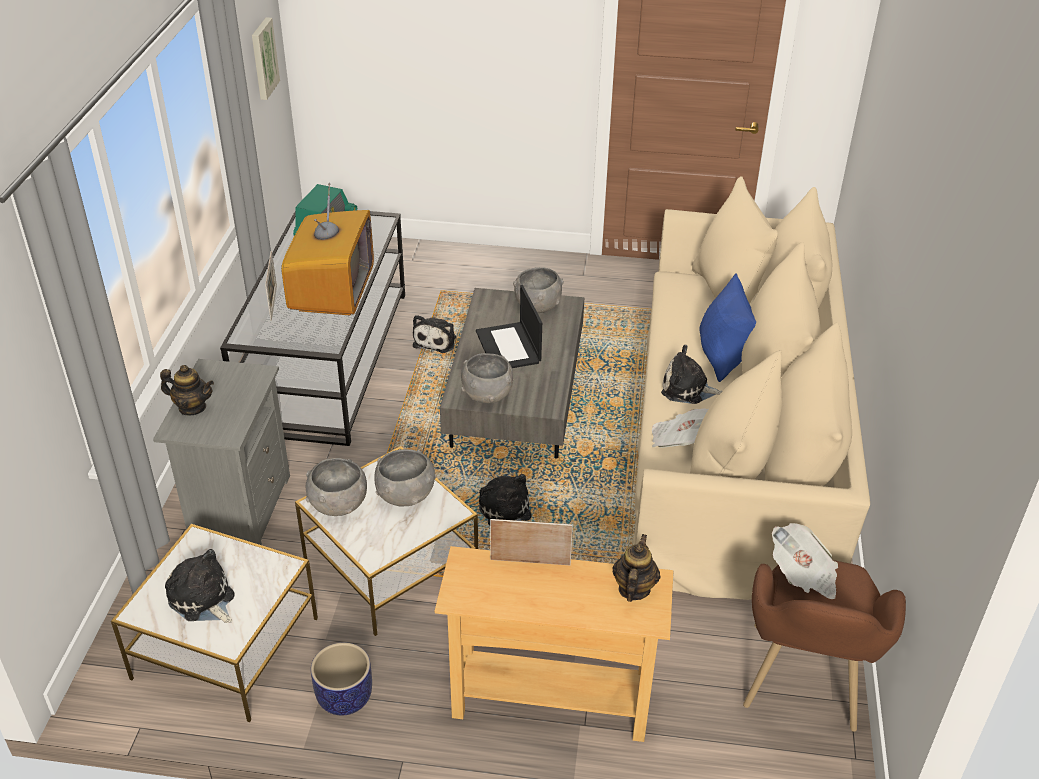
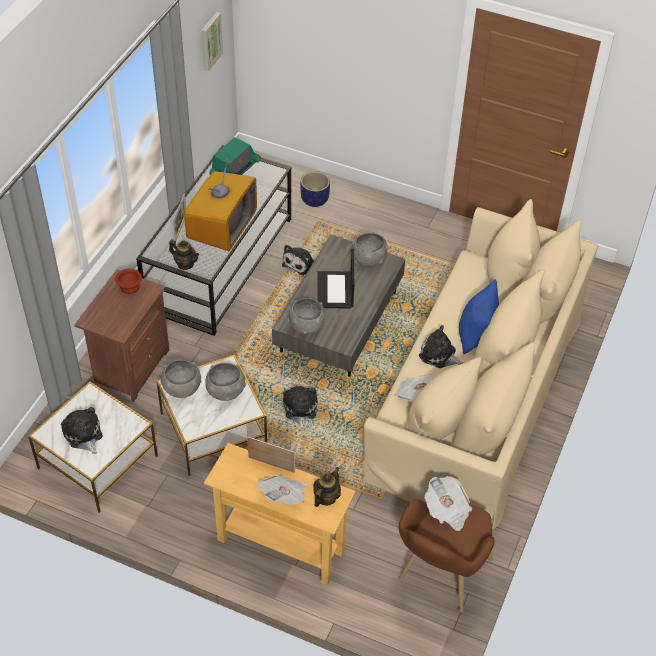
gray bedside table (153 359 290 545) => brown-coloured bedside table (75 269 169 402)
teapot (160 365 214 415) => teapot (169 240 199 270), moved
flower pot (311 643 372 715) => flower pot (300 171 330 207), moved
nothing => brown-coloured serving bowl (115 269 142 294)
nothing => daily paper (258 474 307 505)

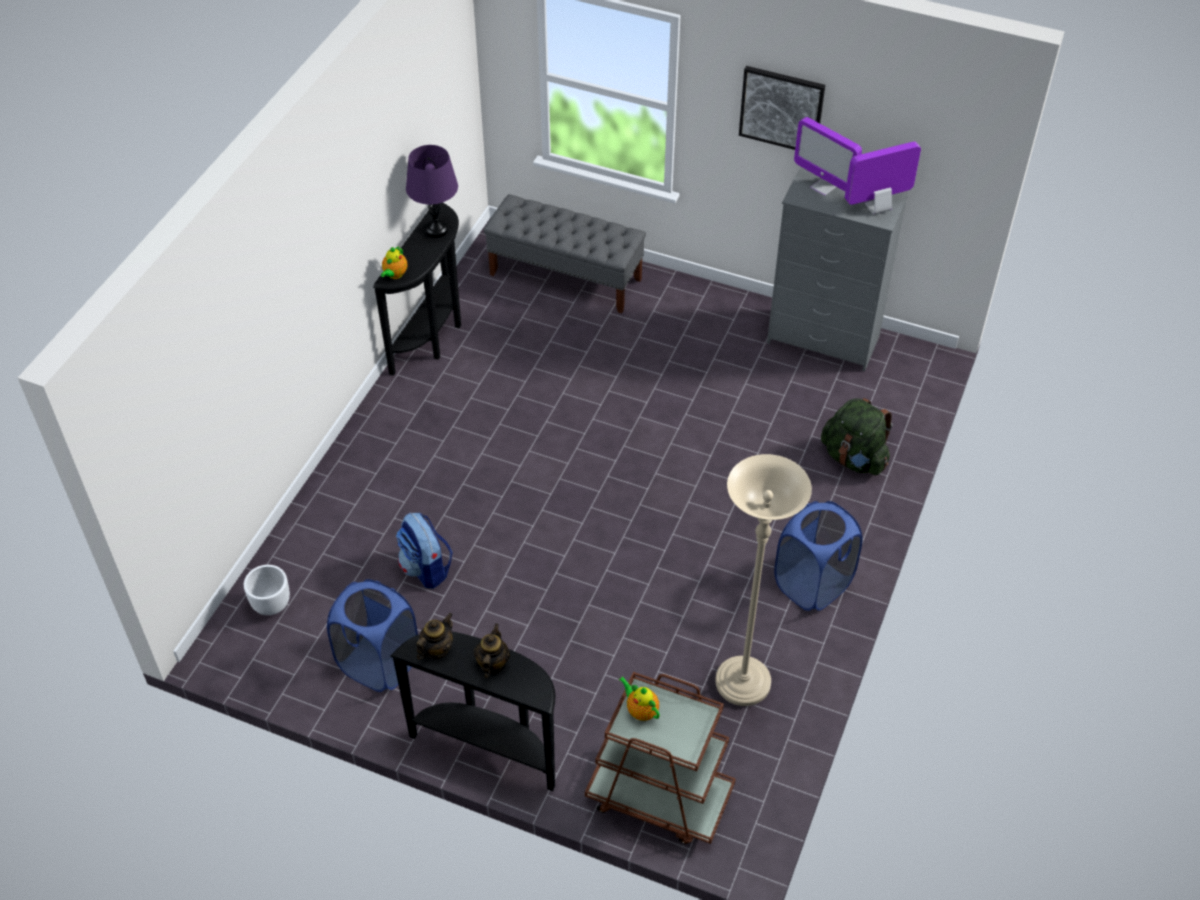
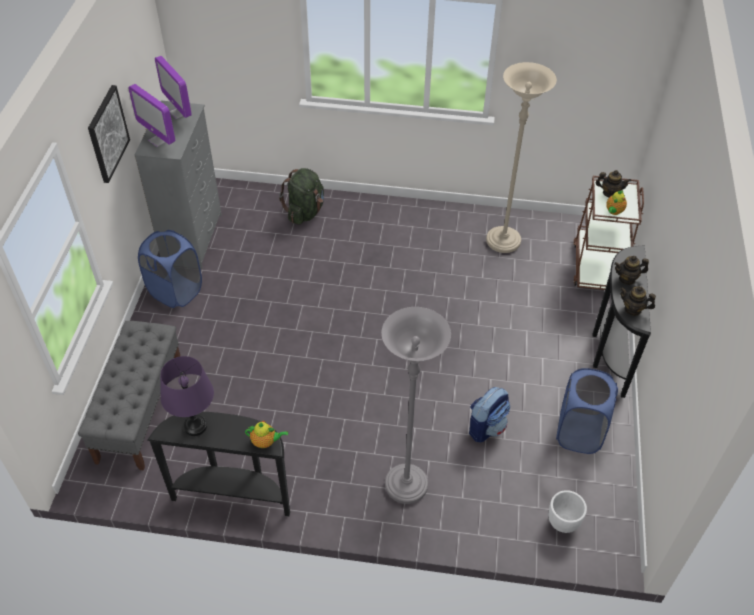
computer display (794 117 862 196) => computer display (128 84 175 147), 105 degrees clockwise
blue washing basket (774 501 863 611) => blue washing basket (138 230 202 308), moved
nothing => teapot (595 170 631 198)
nothing => gray standing lamp (381 307 451 504)

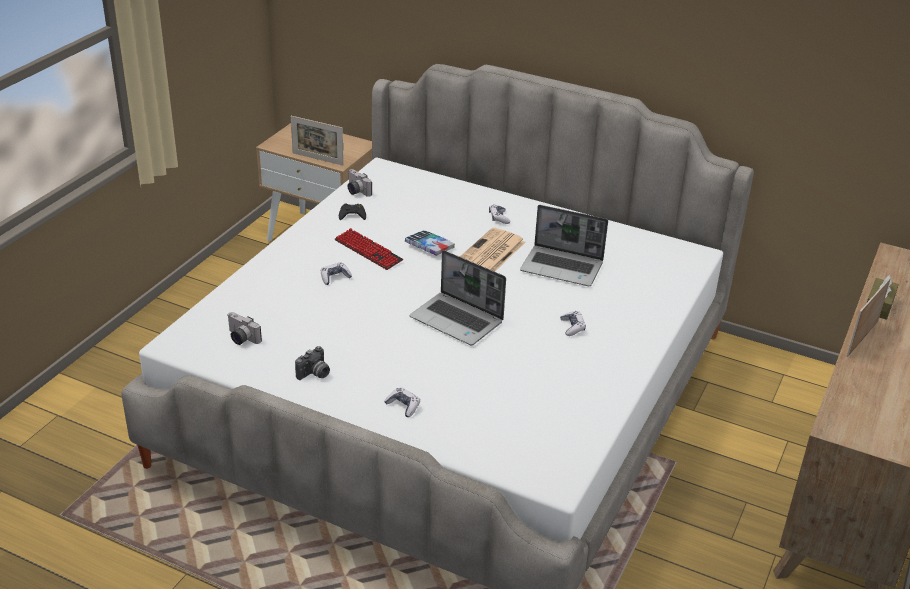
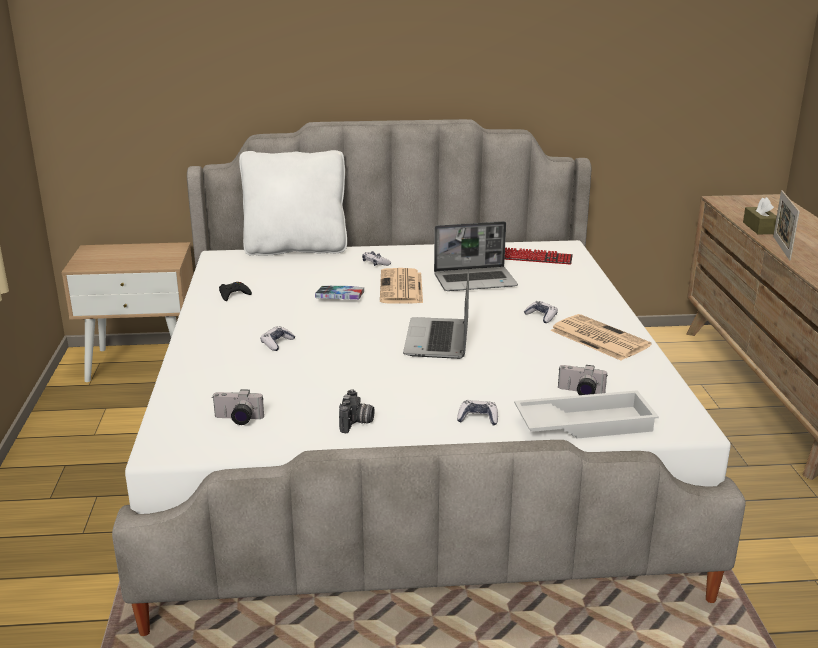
photo frame (291 116 344 165) => nothing
photo camera (348 169 372 197) => photo camera (558 365 607 395), moved
computer keyboard (334 228 403 270) => computer keyboard (505 247 573 265), moved
notebook computer (410 250 506 345) => notebook computer (403 270 469 359), 90 degrees clockwise
nothing => white-coloured pillow (239 150 347 256)
nothing => daily paper (550 314 652 361)
nothing => white-coloured carrying tray (514 390 659 438)

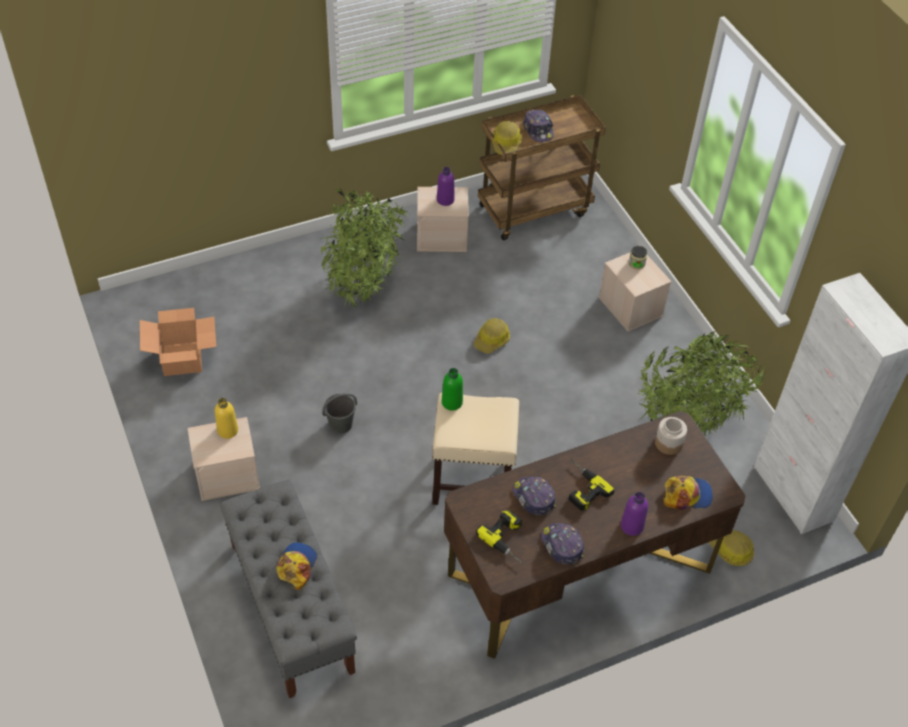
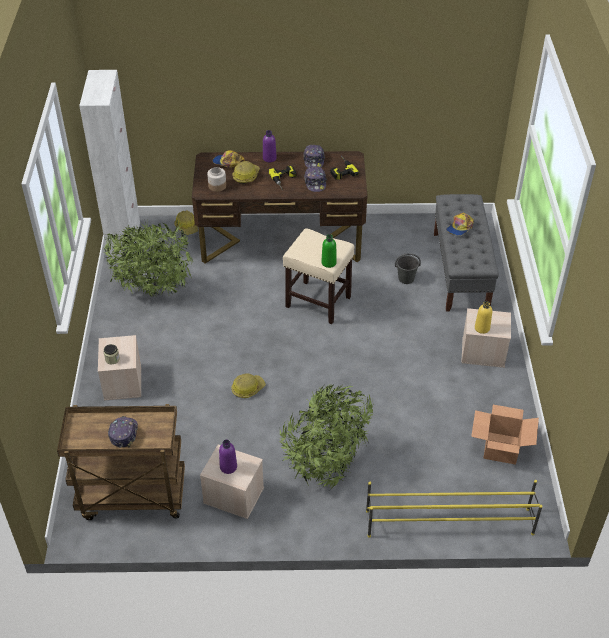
hard hat (492 121 523 155) => hard hat (232 161 260 184), moved
gray water bucket (322 393 357 434) => gray water bucket (395 253 421 284), moved
nothing => yellow-coloured shoe rack (366 480 543 538)

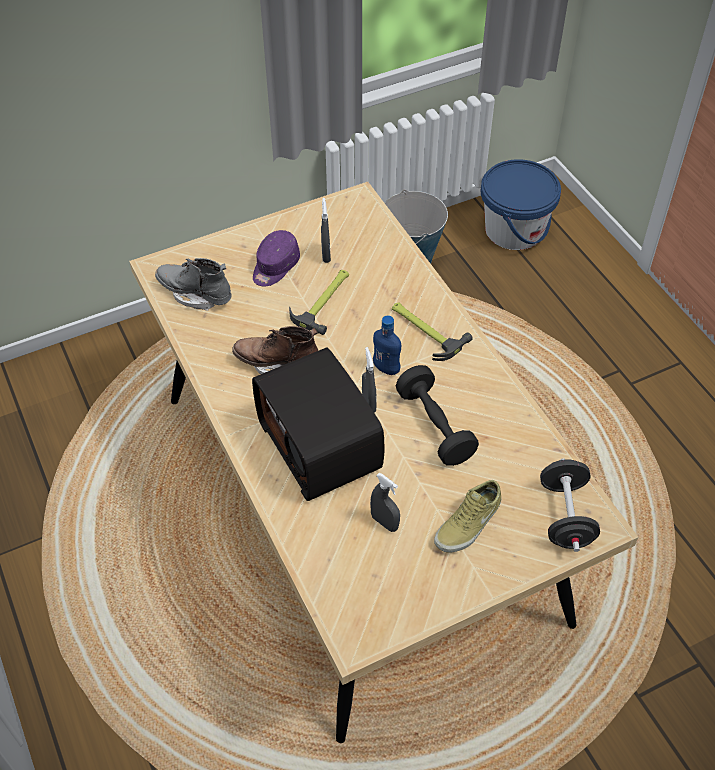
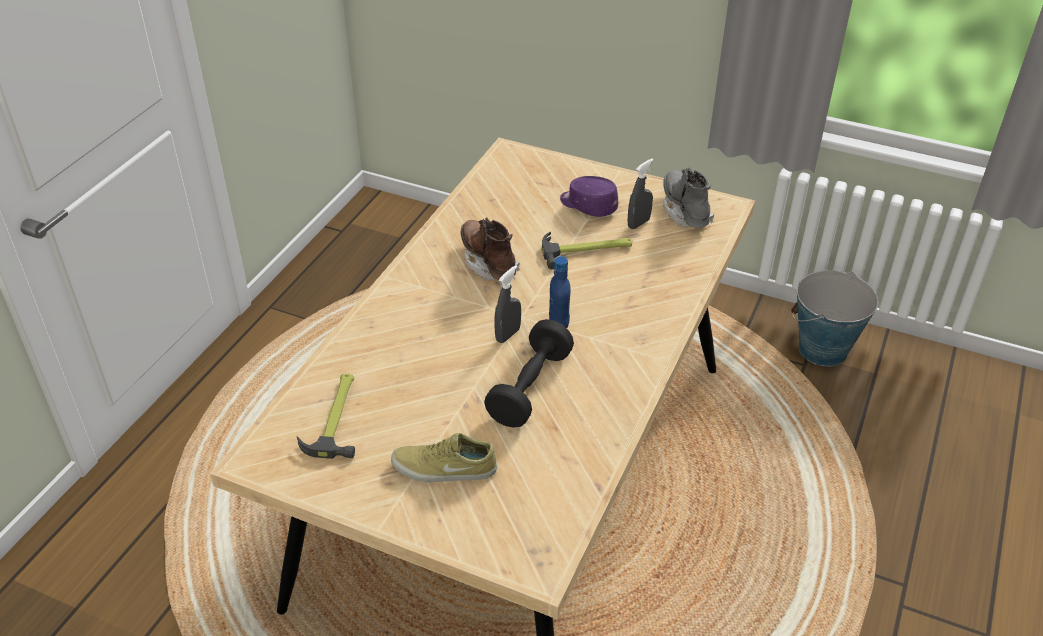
blue water bucket (480 159 561 250) => nothing
purple cap (253 230 300 287) => purple cap (560 176 618 217), 45 degrees clockwise
gray tall boot (155 258 232 311) => gray tall boot (663 167 714 228), moved
hand hammer (392 302 473 361) => hand hammer (297 374 355 459), moved
radio (252 347 384 501) => nothing
black-coloured dumbbell (540 458 600 552) => nothing
gray sprayer (370 473 400 532) => nothing

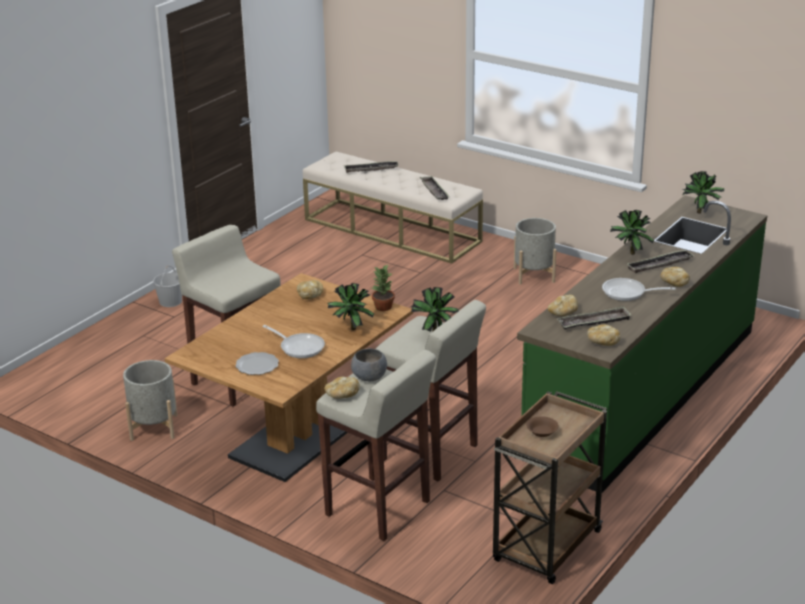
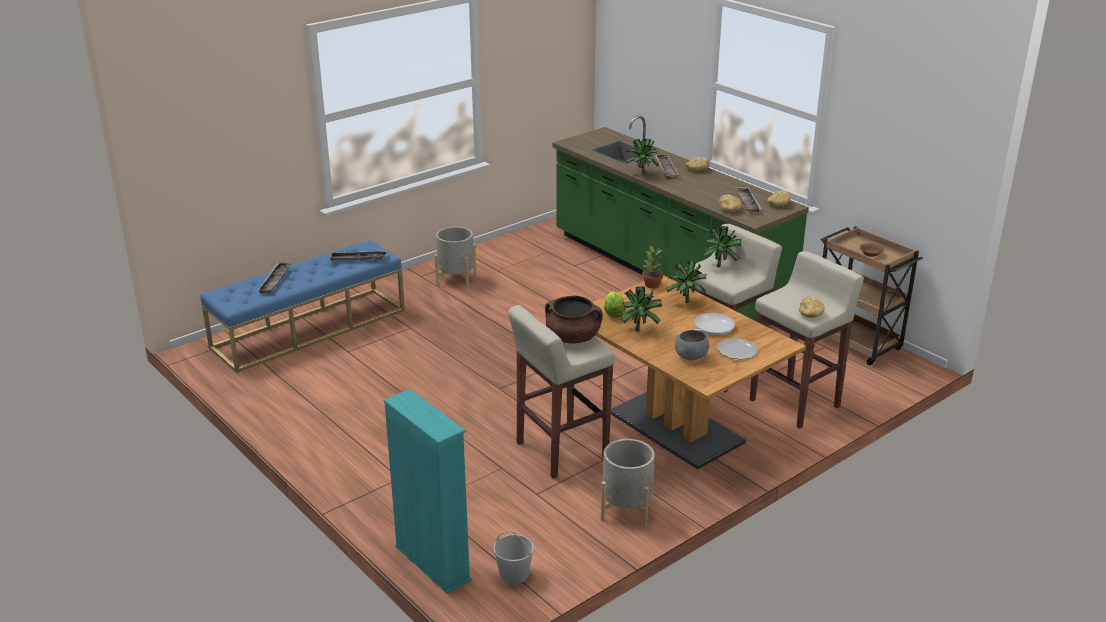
beige-coloured bench (303 151 483 264) => blue bench (201 240 405 373)
potted plant (682 171 724 214) => potted plant (620 286 662 332), moved
white-coloured water bucket (153 265 182 307) => white-coloured water bucket (493 531 534 584), moved
skillet (602 278 675 301) => nothing
bread (297 280 323 299) => lettuce (604 291 626 318)
gray serving bowl (351 349 387 381) => gray serving bowl (675 330 709 361), moved
nothing => brown-coloured stockpot (545 296 603 344)
nothing => turquoise-coloured bookcase (383 389 472 594)

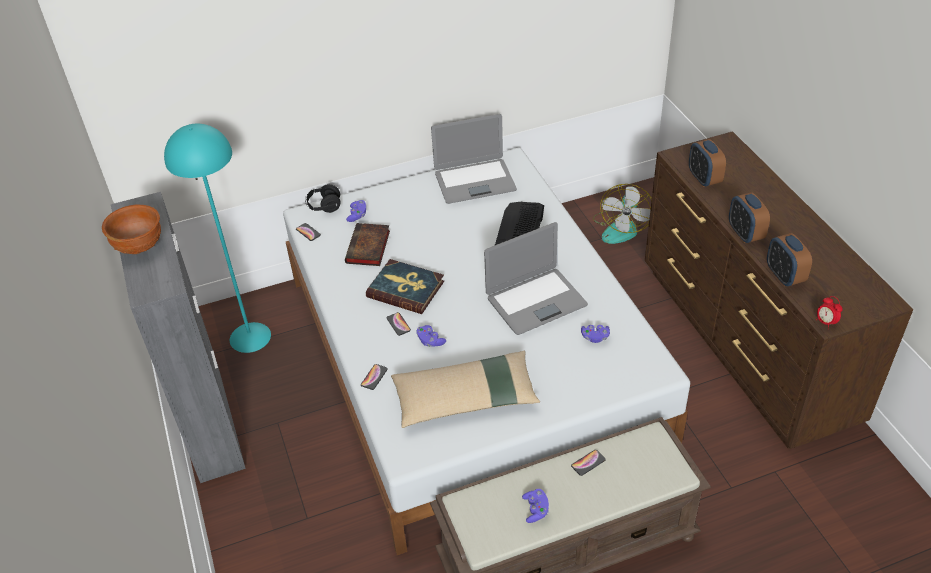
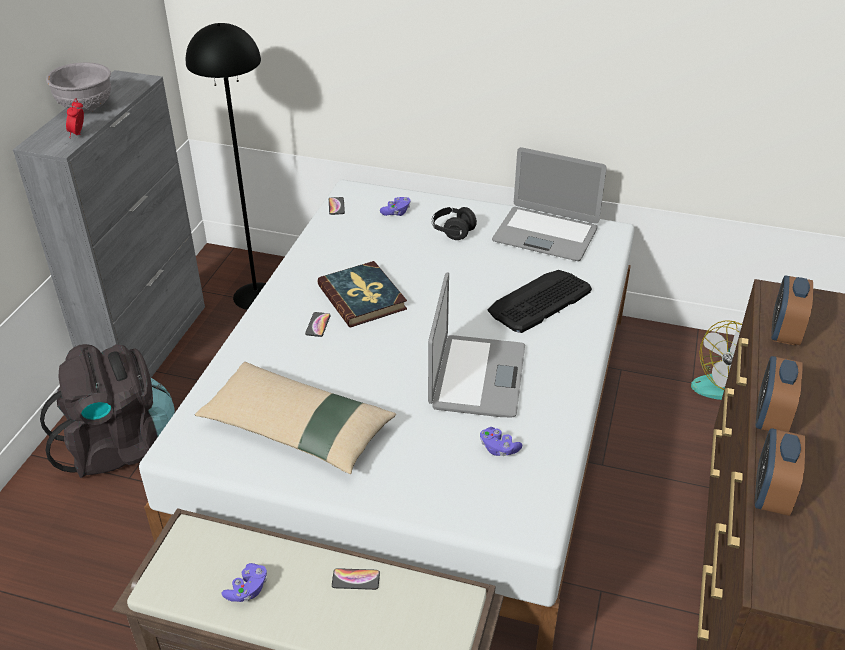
turquoise-coloured standing lamp (164 124 271 353) => black-coloured standing lamp (186 23 266 310)
black-coloured headphones (305 184 341 213) => black-coloured headphones (432 207 477 240), moved
brown-coloured serving bowl (102 205 161 254) => gray serving bowl (46 62 111 113)
notebook computer (484 222 588 335) => notebook computer (428 273 525 417), 90 degrees counterclockwise
volume (345 223 390 266) => nothing
alarm clock (816 296 843 329) => alarm clock (66 98 84 138), moved
purple gamepad (416 325 446 347) => nothing
handset (361 364 388 390) => nothing
nothing => black-coloured knapsack (40 344 175 478)

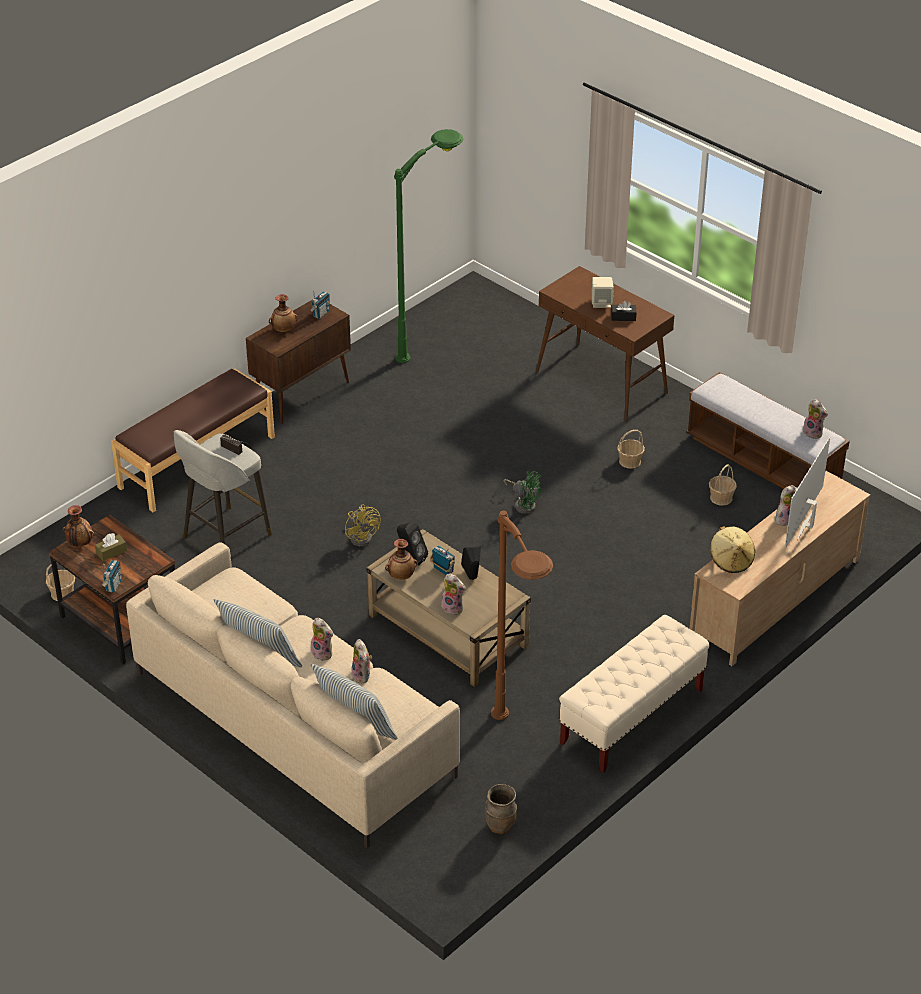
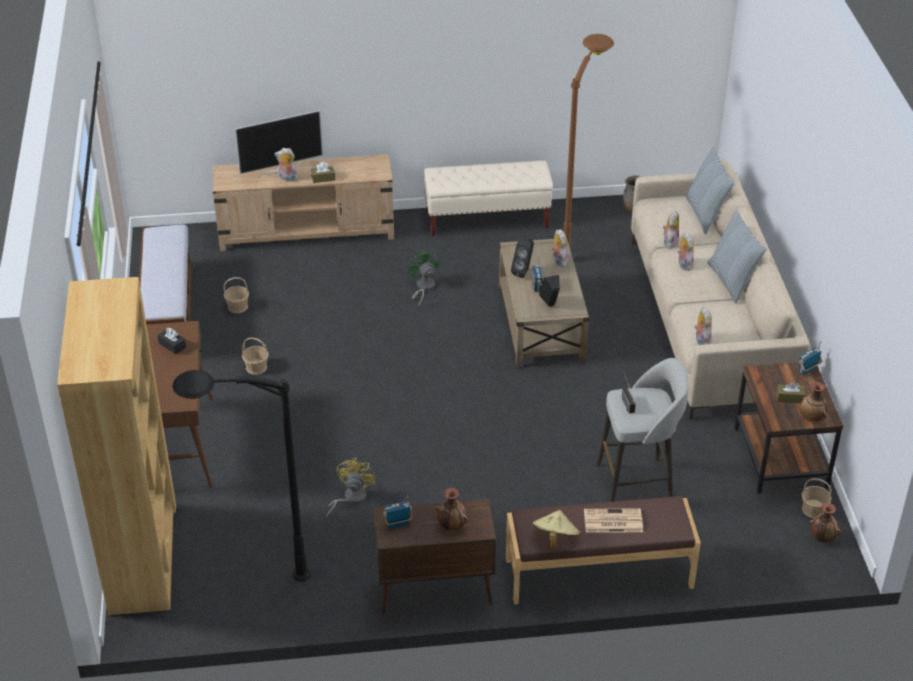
green standing lamp (394 129 464 363) => black-coloured standing lamp (172 370 311 581)
beige-coloured speaker (592 277 614 308) => nothing
cuddly toy (803 399 828 439) => cuddly toy (695 307 712 345), moved
green electric fan (504 471 541 514) => green electric fan (408 249 440 306), moved
yellow-coloured electric fan (345 505 381 546) => yellow-coloured electric fan (326 458 376 517), moved
beige-coloured wearable hat (710 526 755 573) => beige-coloured wearable hat (532 510 581 550), moved
flower vase (385 539 418 580) => flower vase (809 503 841 543), moved
nothing => brown-coloured tissue box (311 162 335 183)
nothing => brown-coloured bookcase (57 277 176 615)
nothing => daily paper (584 508 643 533)

